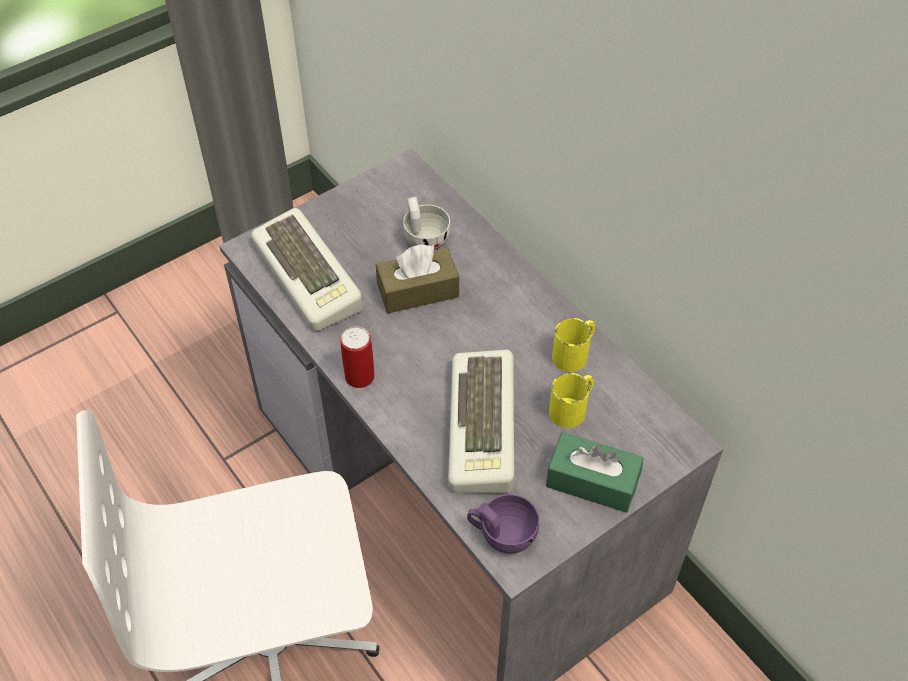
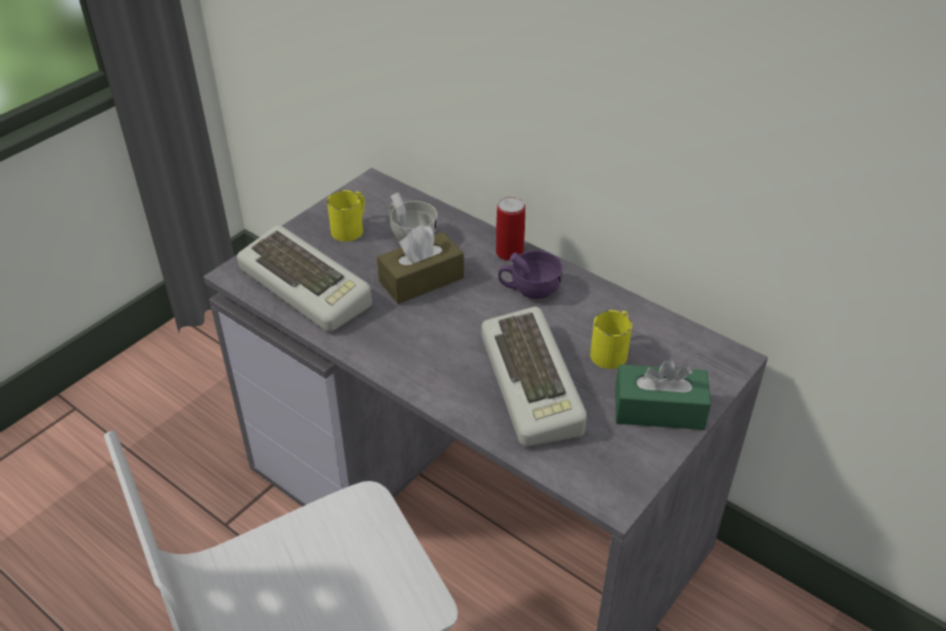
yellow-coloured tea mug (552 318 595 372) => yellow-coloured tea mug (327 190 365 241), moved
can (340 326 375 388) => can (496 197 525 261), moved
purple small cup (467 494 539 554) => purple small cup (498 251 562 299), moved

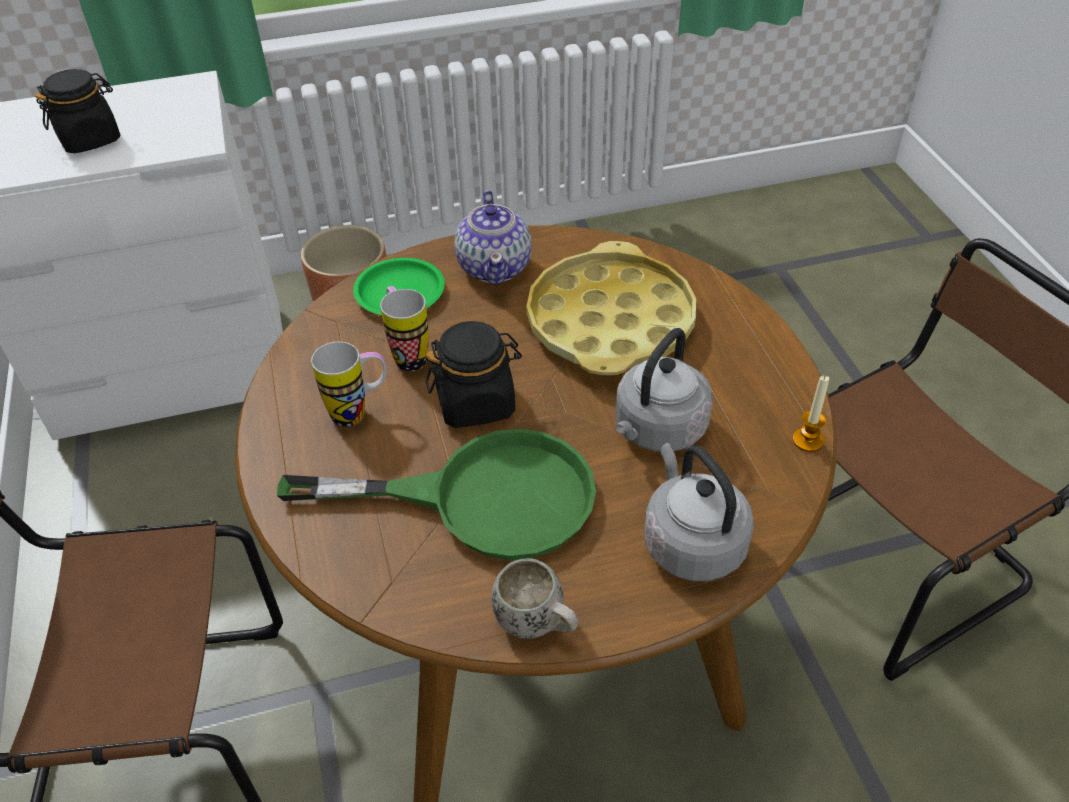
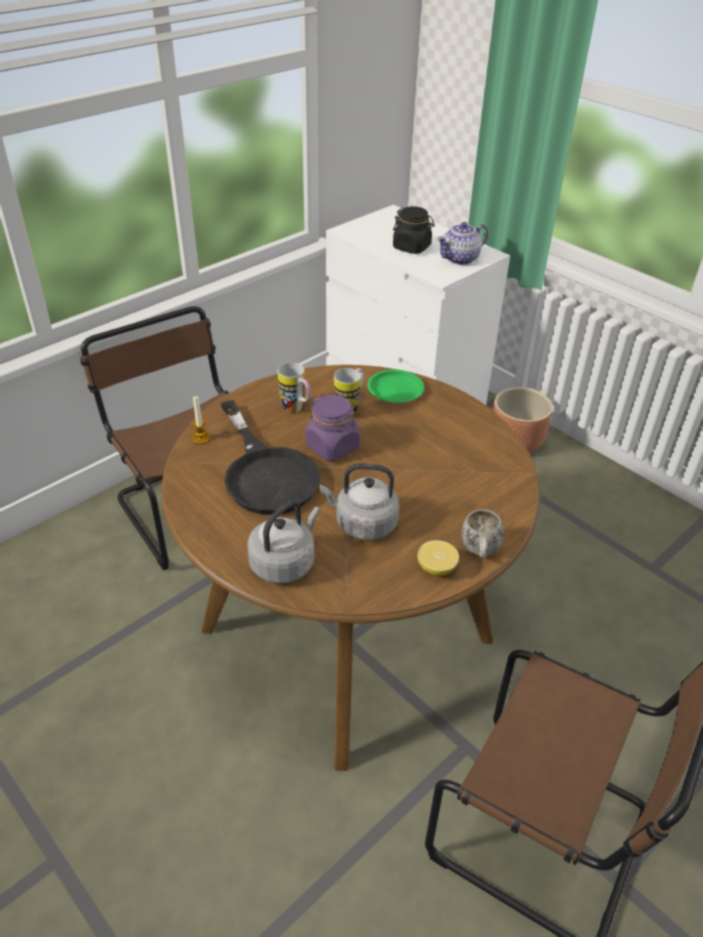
teapot (454 190 532 285) => teapot (437 222 488 265), moved
yellow-coloured carrying tray (527 241 696 375) => nothing
black-coloured preserve jar (426 321 522 428) => purple preserve jar (305 394 360 461)
candle (793 375 829 452) => candle (192 395 210 444), moved
green skillet (277 429 596 560) => black-coloured skillet (220 400 320 515)
white-coloured tea mug (491 558 579 639) => white-coloured tea mug (462 509 504 558), moved
nothing => lemon (417 540 459 576)

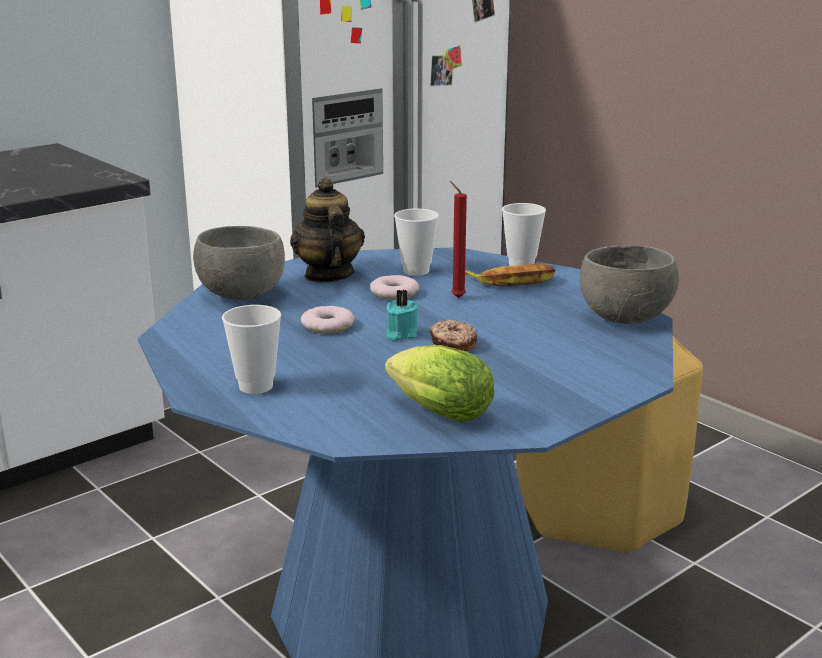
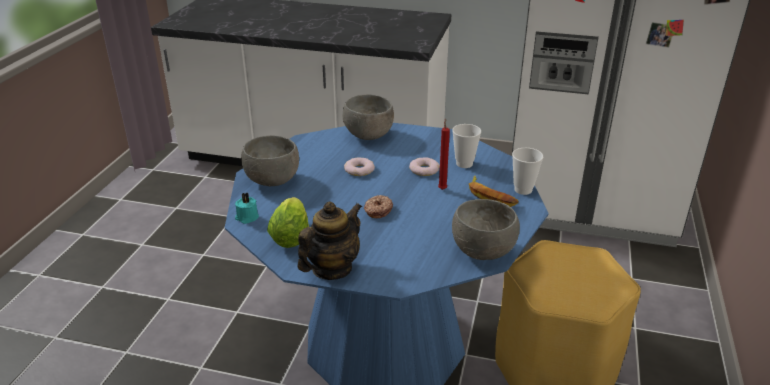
teapot (290 178 365 282) => teapot (297 201 362 280), moved
turquoise-coloured candle (386 290 419 341) => turquoise-coloured candle (235 192 259 224), moved
small cup (222 305 281 394) => gray serving bowl (241 136 299 186)

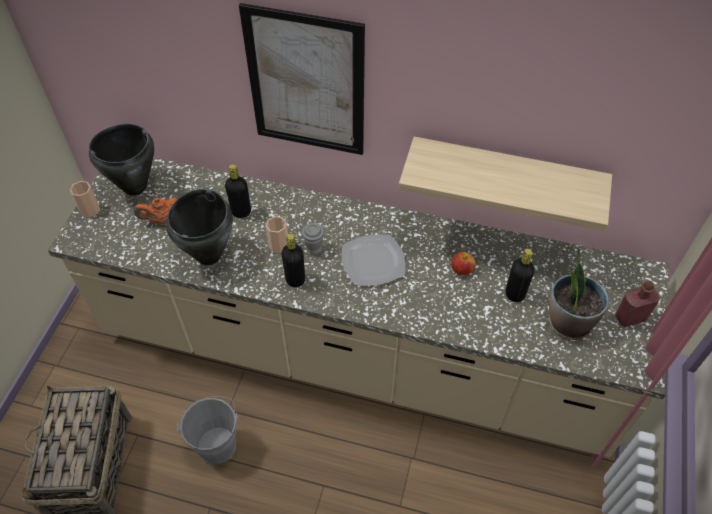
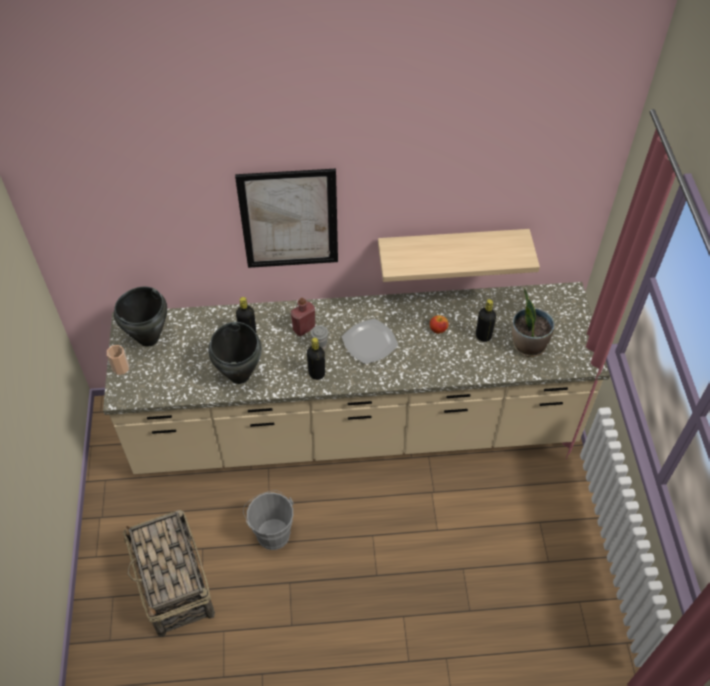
orange-coloured teapot (134 198 177 224) => nothing
small cup (266 216 288 253) => nothing
red beverage bottle (616 281 660 327) => red beverage bottle (291 298 315 336), moved

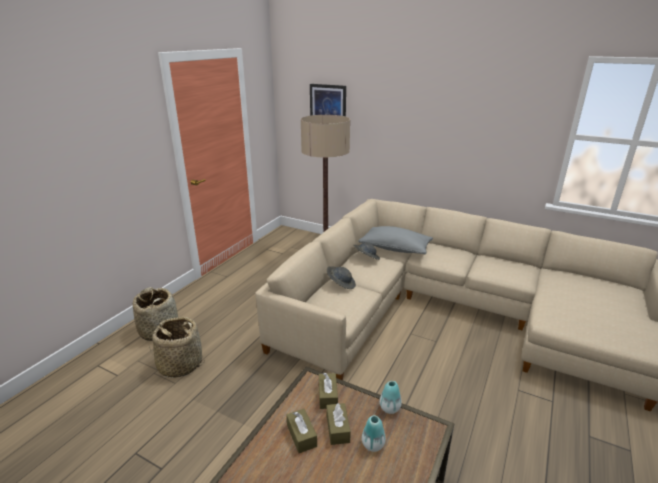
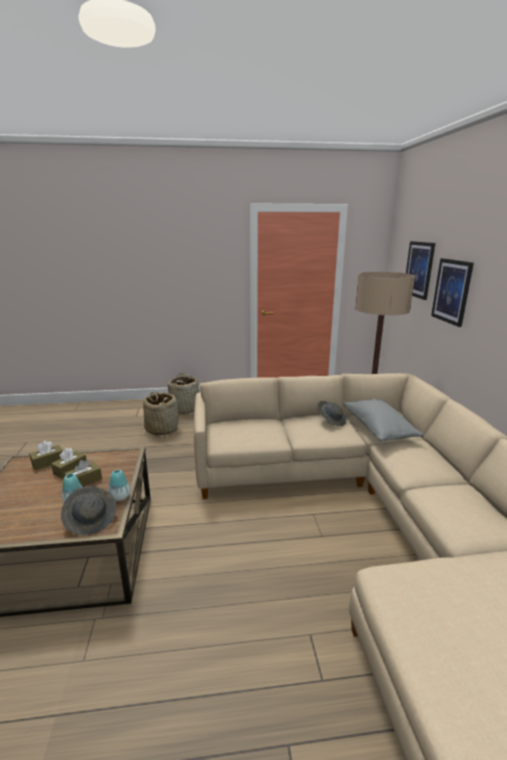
gray wearable hat (327 266 356 289) => gray wearable hat (61 486 116 535), moved
brown-coloured tissue box (319 373 338 409) => brown-coloured tissue box (29 441 63 470), moved
nothing => wall picture (431 258 474 327)

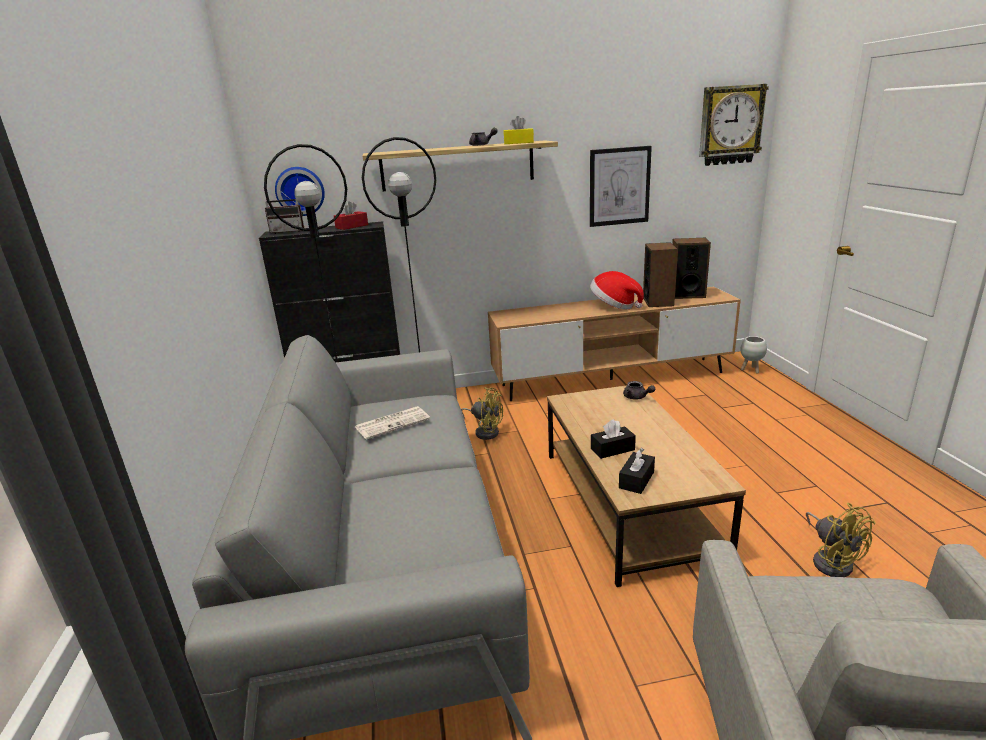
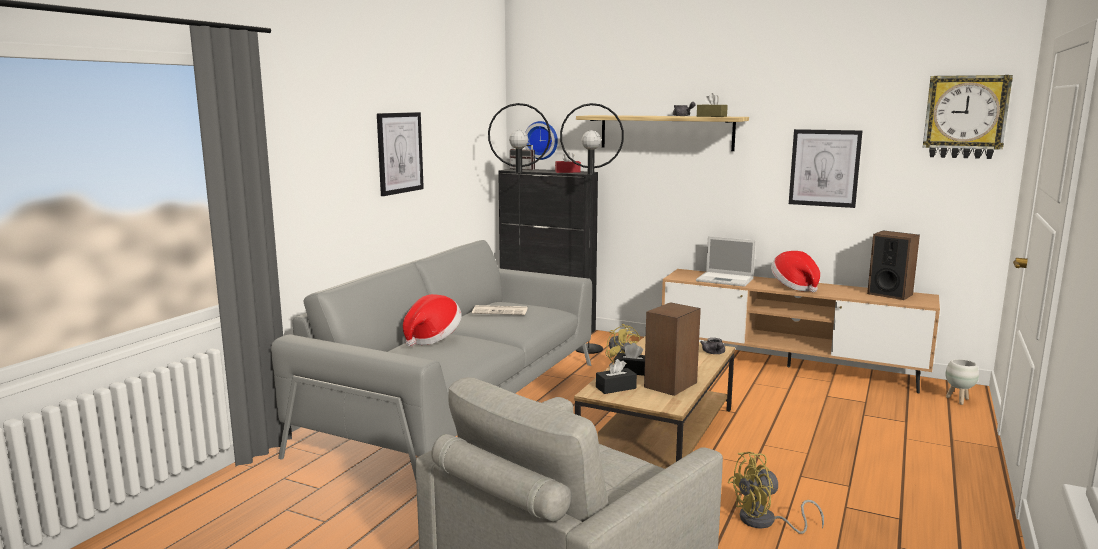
yellow-coloured tissue box (504 116 534 144) => brown-coloured tissue box (697 93 728 117)
speaker (643 242 678 307) => speaker (644 302 701 396), moved
yellow-coloured electric fan (806 503 875 577) => yellow-coloured electric fan (728 452 824 534), 60 degrees clockwise
nothing => wall picture (377 112 424 196)
nothing => notebook computer (696 236 756 287)
nothing => wearable hat (403 294 462 347)

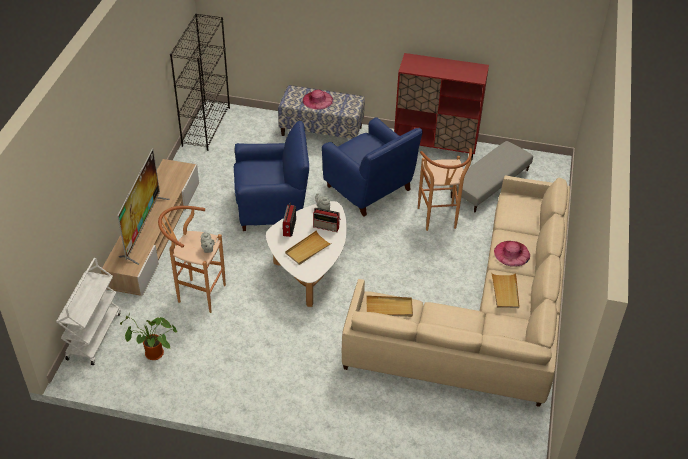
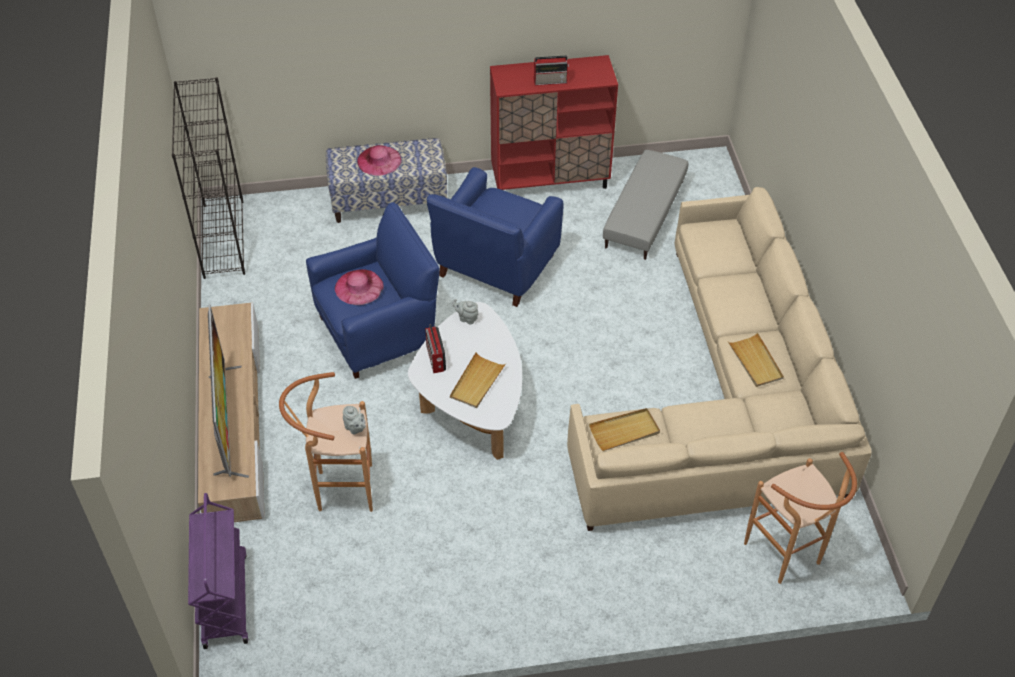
blue easy chair (322 117 423 217) => blue easy chair (427 167 564 307), 90 degrees clockwise
brown-coloured sitting stool (418 148 472 231) => brown-coloured sitting stool (744 452 857 584), moved
radio (313 208 341 232) => radio (534 56 569 86), moved
pink wearable hat (494 241 530 267) => pink wearable hat (335 269 384 305), moved
white-coloured cart (56 258 121 365) => purple cart (188 493 248 649)
potted plant (120 313 177 360) => nothing

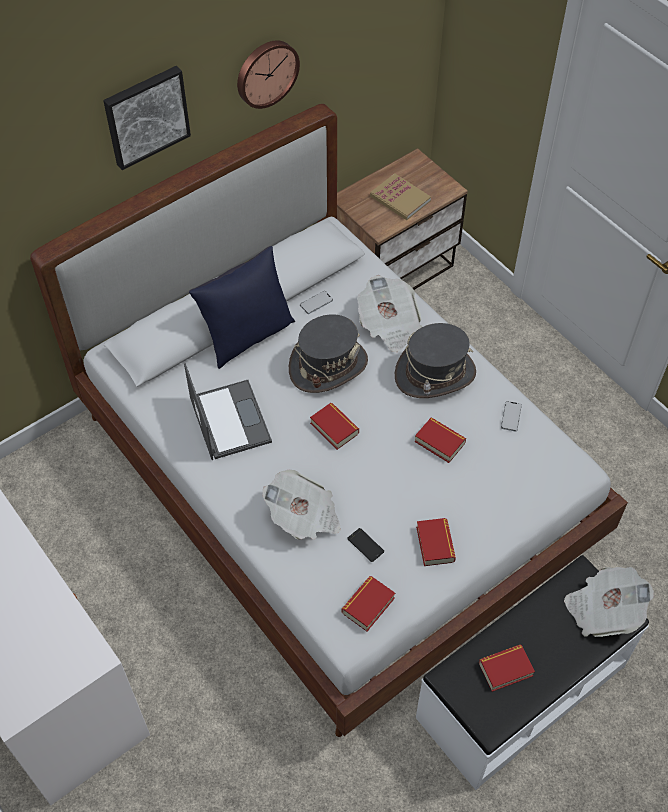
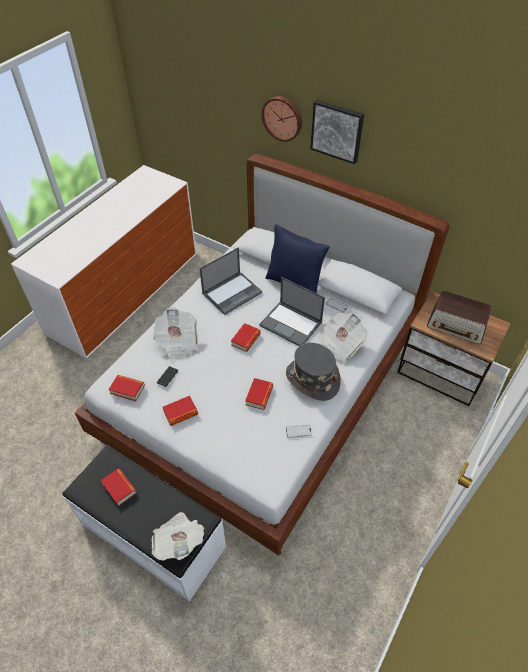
hanging clock (237 40 300 109) => hanging clock (262 96 302 142), moved
volume (370 173 431 220) => radio (427 291 492 344)
gray wearable hat (289 314 368 393) => notebook computer (259 277 325 346)

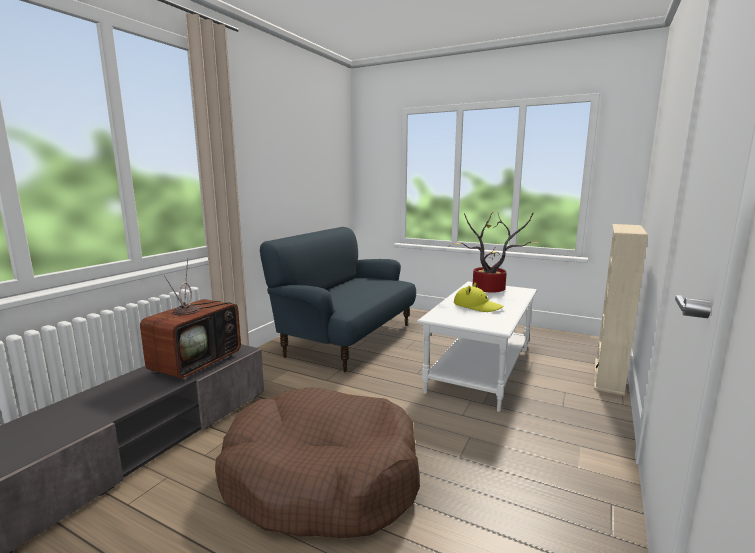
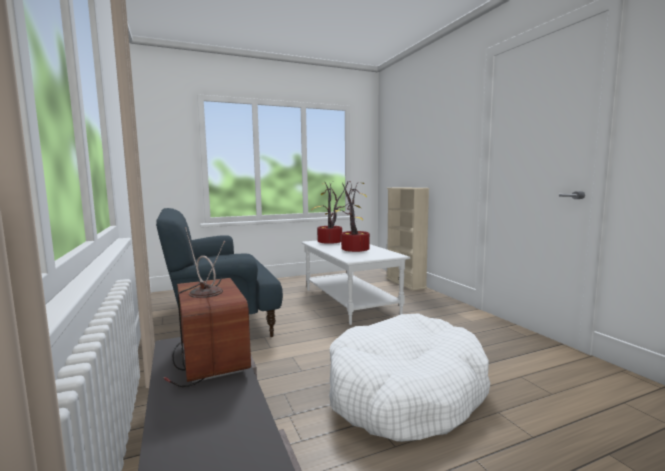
yellow-coloured wearable hat (454 282 504 312) => potted plant (335 182 370 252)
brown-coloured dog bed (215 387 420 538) => white-coloured dog bed (329 313 490 442)

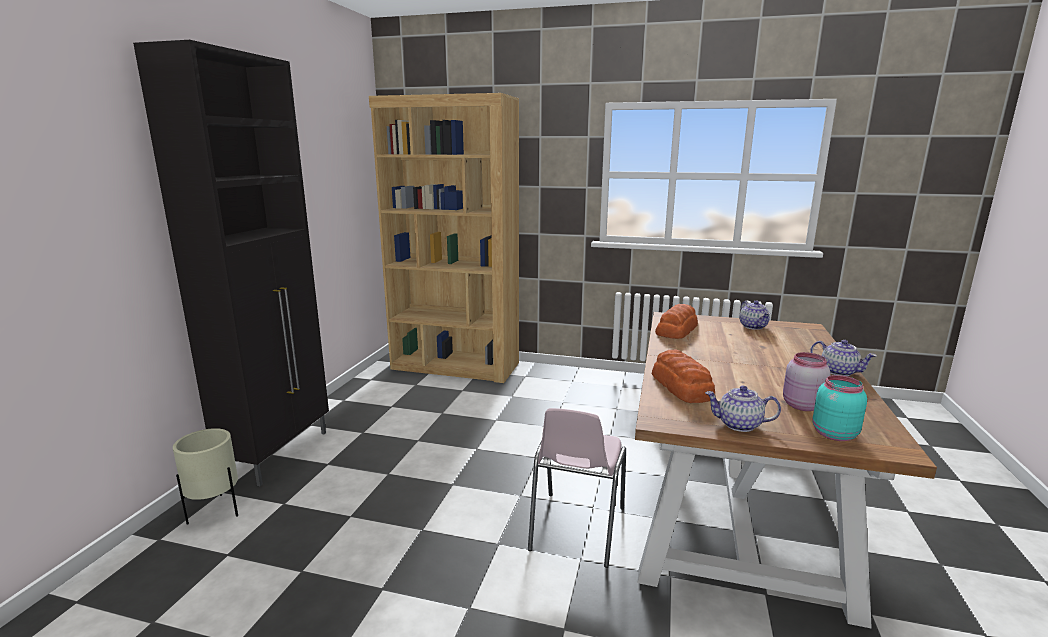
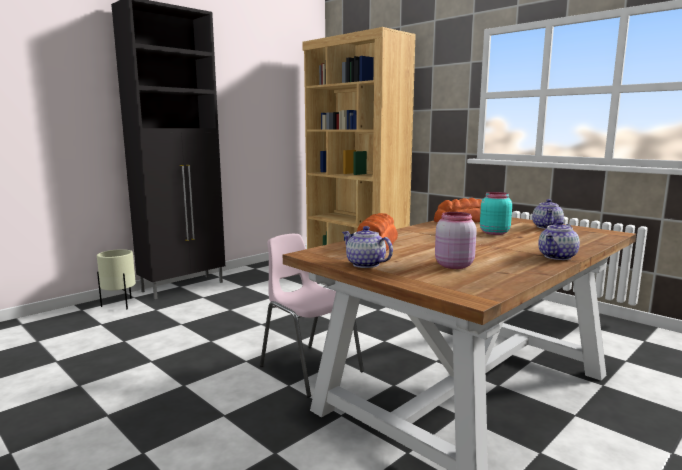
teapot (810 340 876 376) => teapot (538 221 580 260), 60 degrees clockwise
turquoise-coloured preserve jar (812 375 867 441) => turquoise-coloured preserve jar (480 192 512 235), moved
pink upright chair (528 408 626 568) => pink upright chair (260 234 364 397), 90 degrees clockwise

